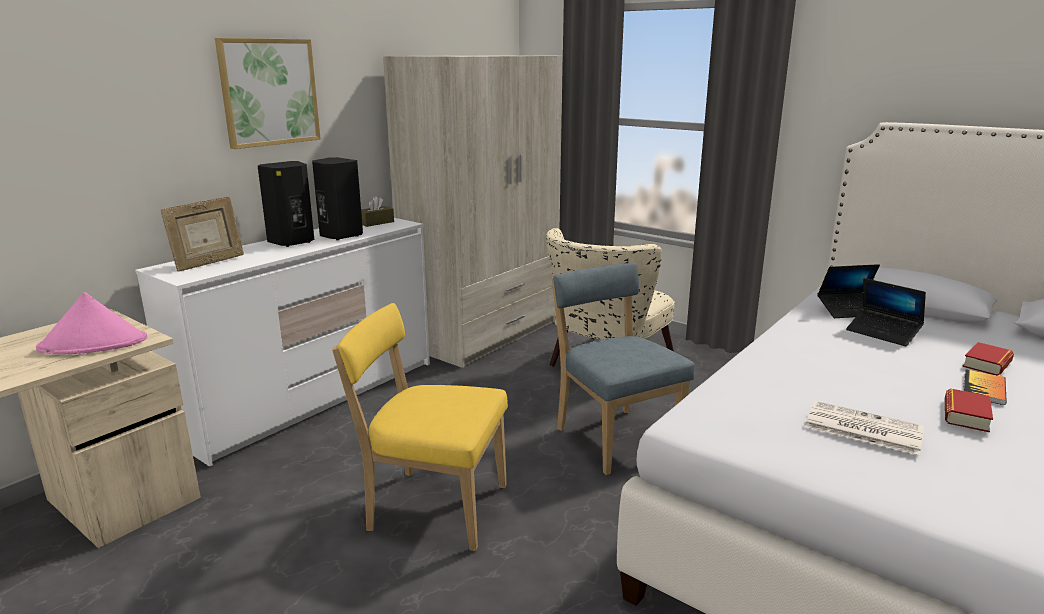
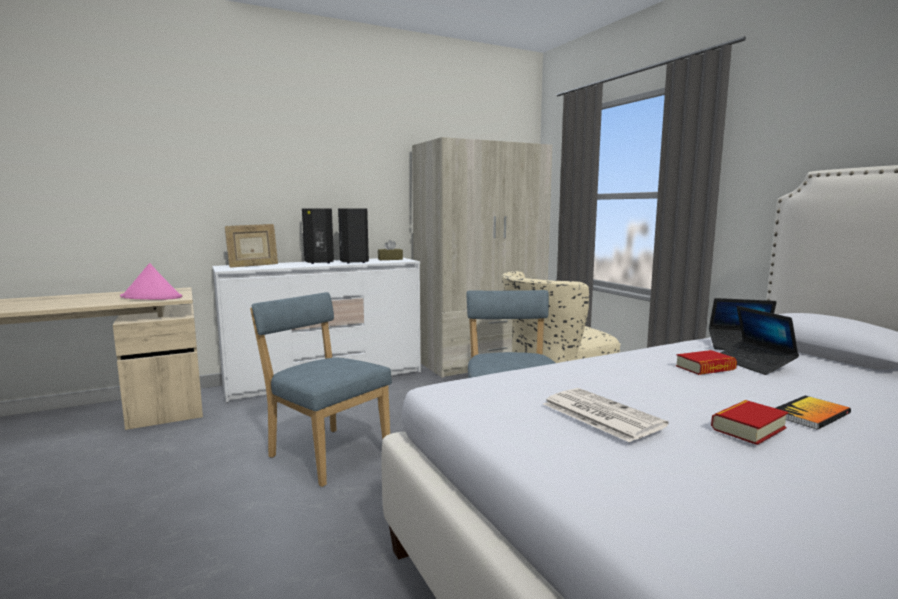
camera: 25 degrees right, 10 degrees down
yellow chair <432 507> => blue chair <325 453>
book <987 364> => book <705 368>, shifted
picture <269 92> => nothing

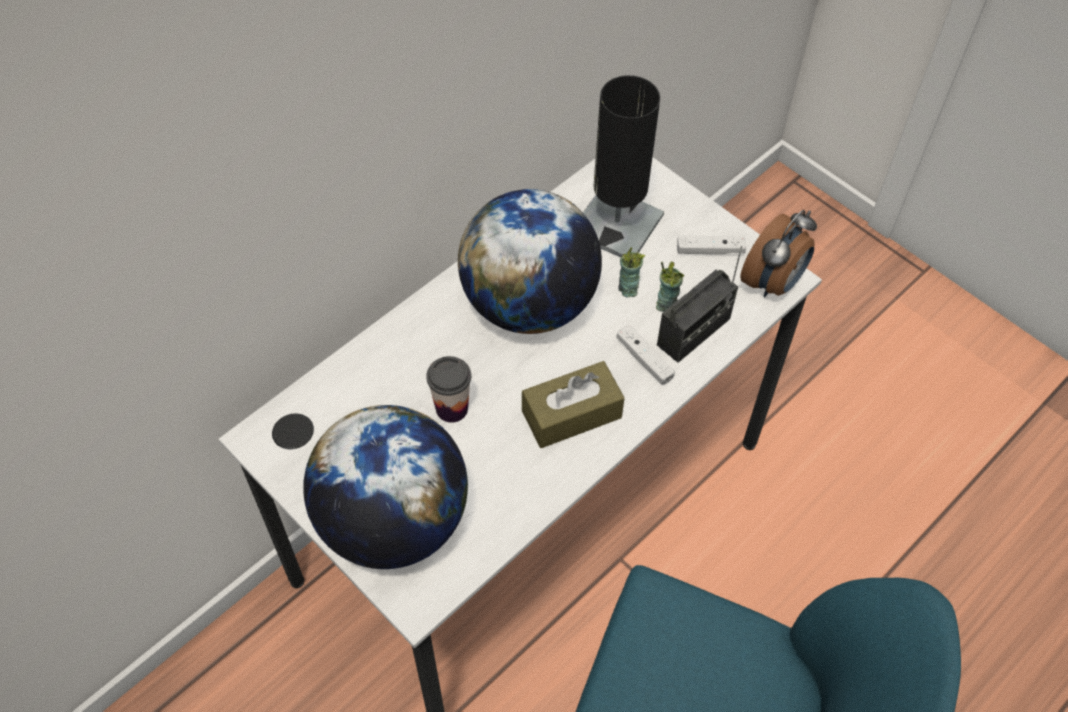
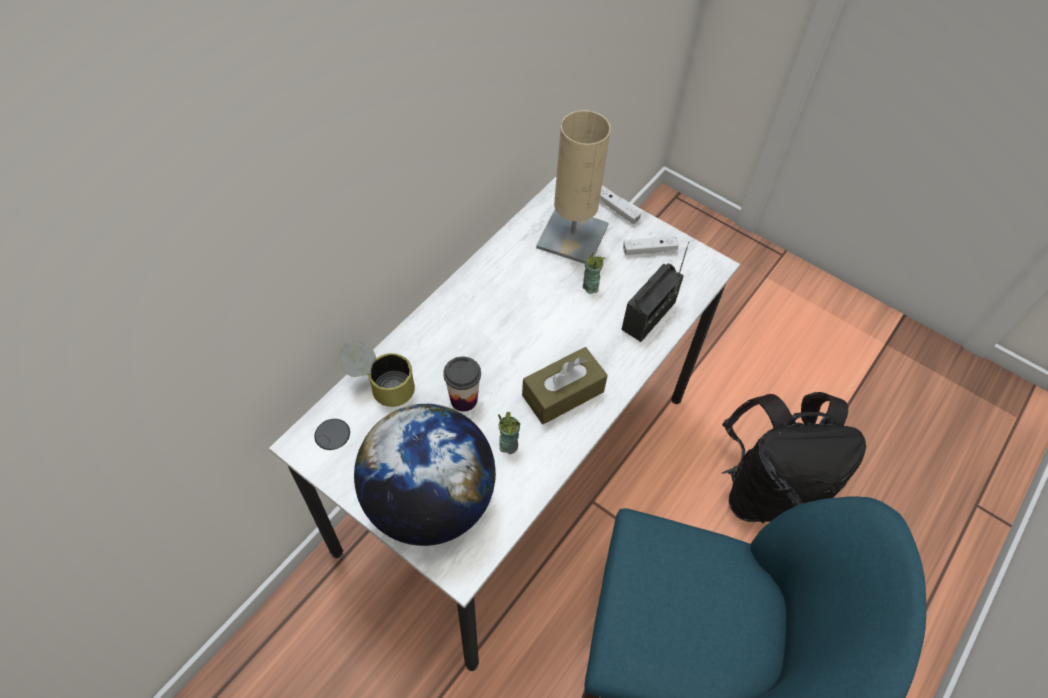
camera: 10 degrees left, 0 degrees up
nothing => can <380 385>
cup <666 305> => cup <508 445>, shifted
black table lamp <616 224> => beige table lamp <572 236>
white game controller <644 359> => white game controller <616 209>, shifted
nothing => black backpack <766 490>
globe <529 304> => nothing
alarm clock <773 282> => nothing

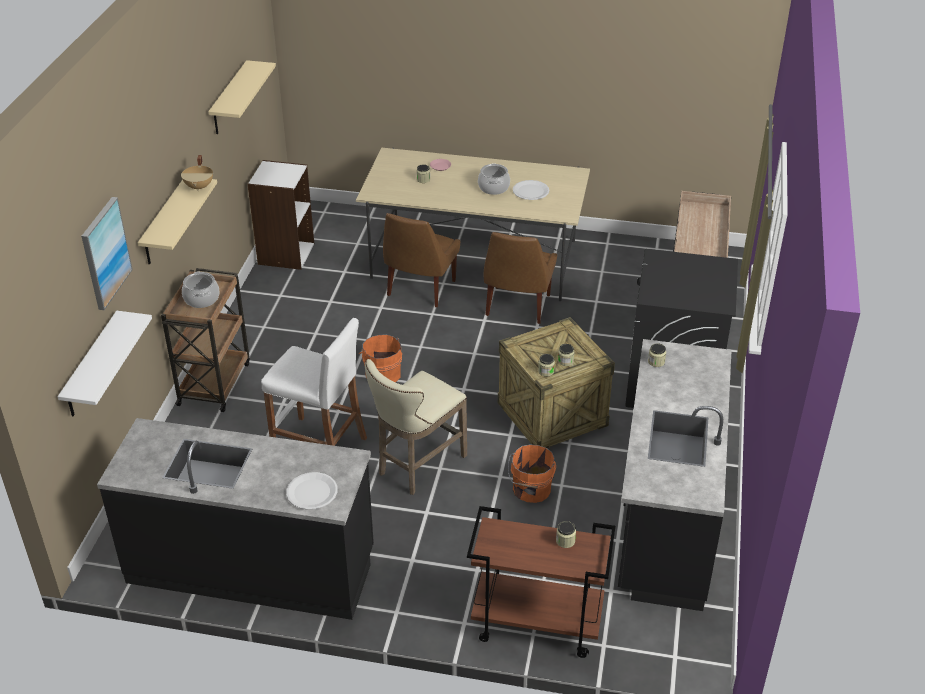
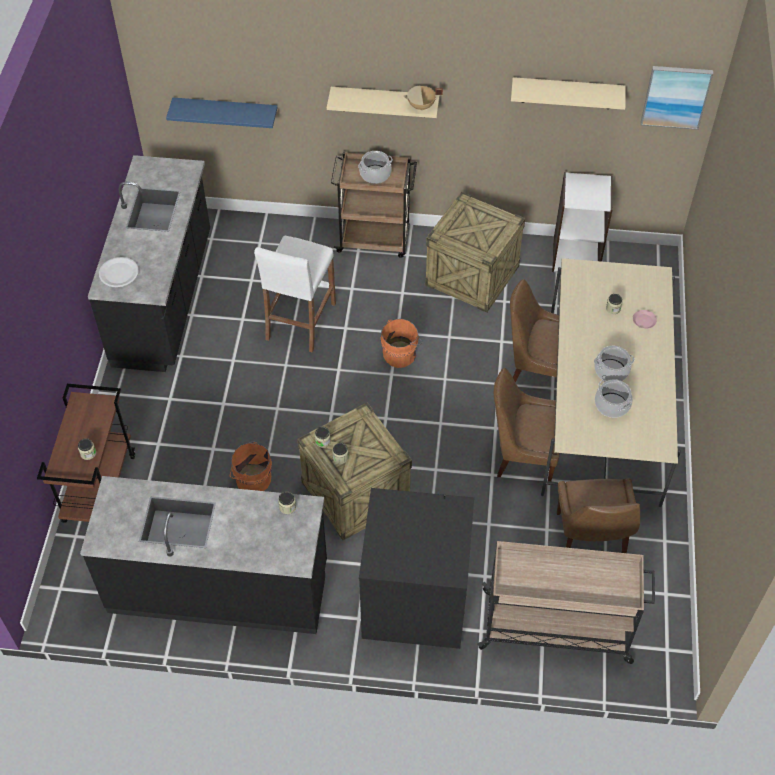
camera: 85 degrees right, 15 degrees up
white shelf <91 366> => blue shelf <226 112>
nothing => crate <472 275>
nothing => brown chair <591 538>
white plate <530 191> => cooking pot <611 405>
picture <105 253> => picture <675 96>, shifted
beige stool <417 466> => nothing

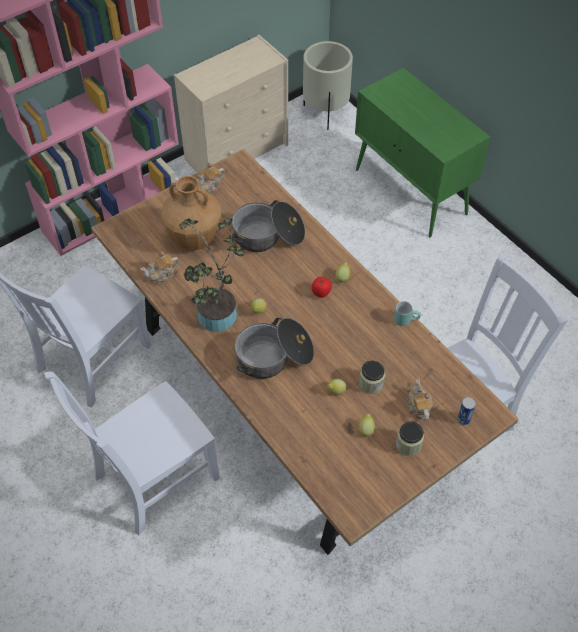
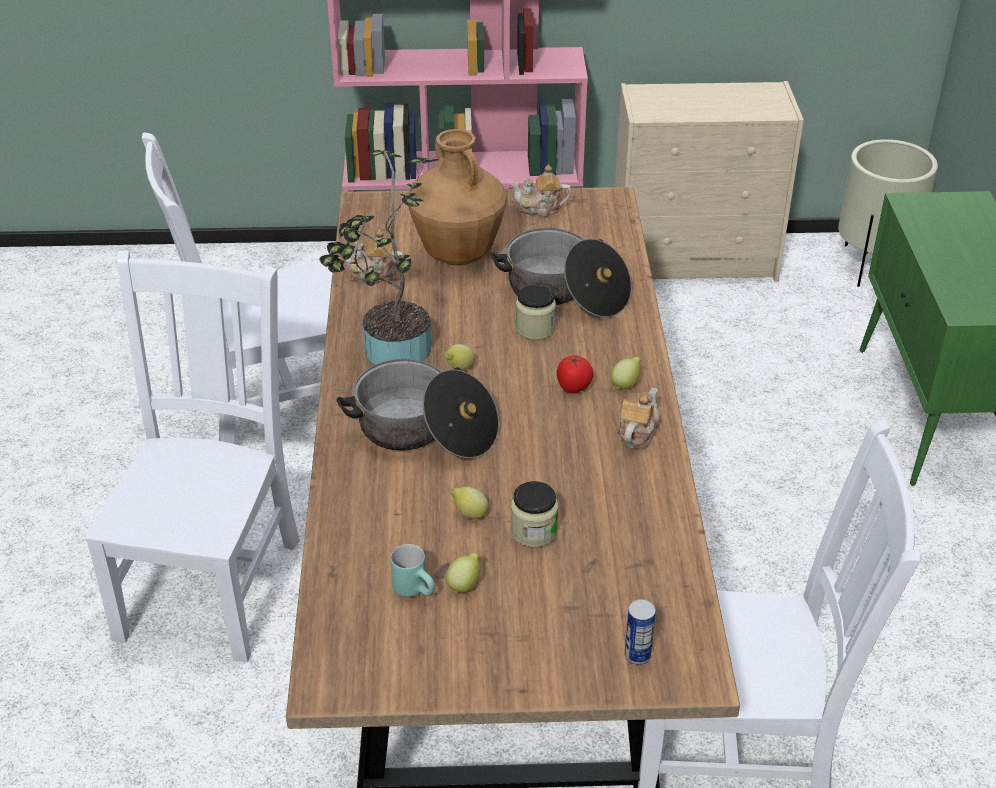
camera: 35 degrees right, 15 degrees down
white chair <153 479> => white chair <212 583>, 105 degrees clockwise
turquoise mug <406 319> => turquoise mug <417 589>, shifted
jar <408 444> => jar <535 329>, shifted
teapot <418 407> => teapot <637 433>, shifted

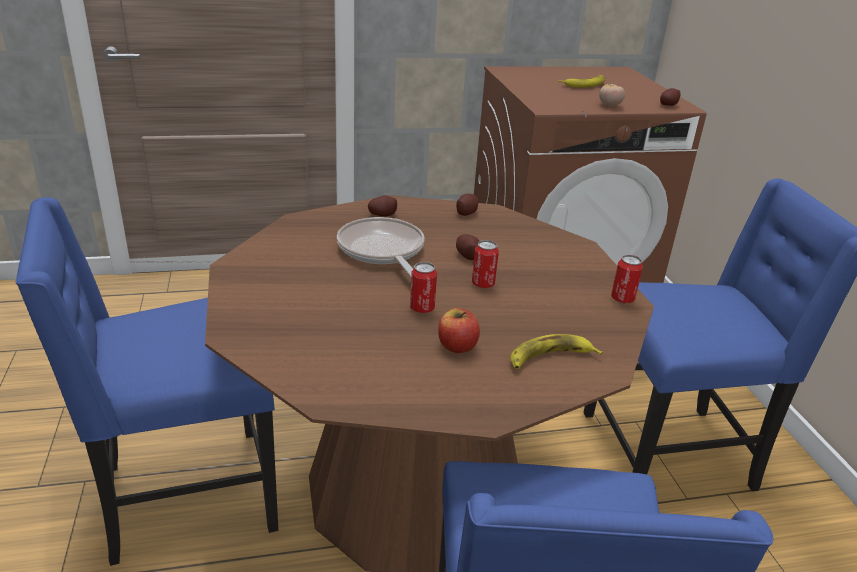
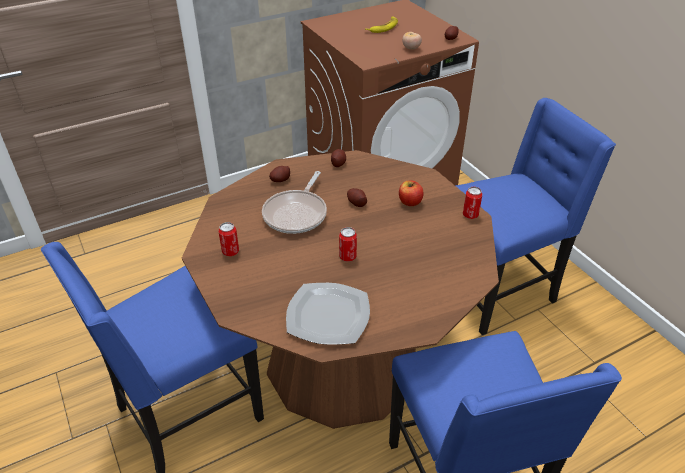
camera: 15 degrees left, 10 degrees up
can <483 284> => can <230 251>, shifted
frying pan <382 251> => frying pan <297 214>, 120 degrees counterclockwise
nothing => plate <329 316>
apple <457 346> => apple <410 202>, shifted
banana <550 358> => nothing

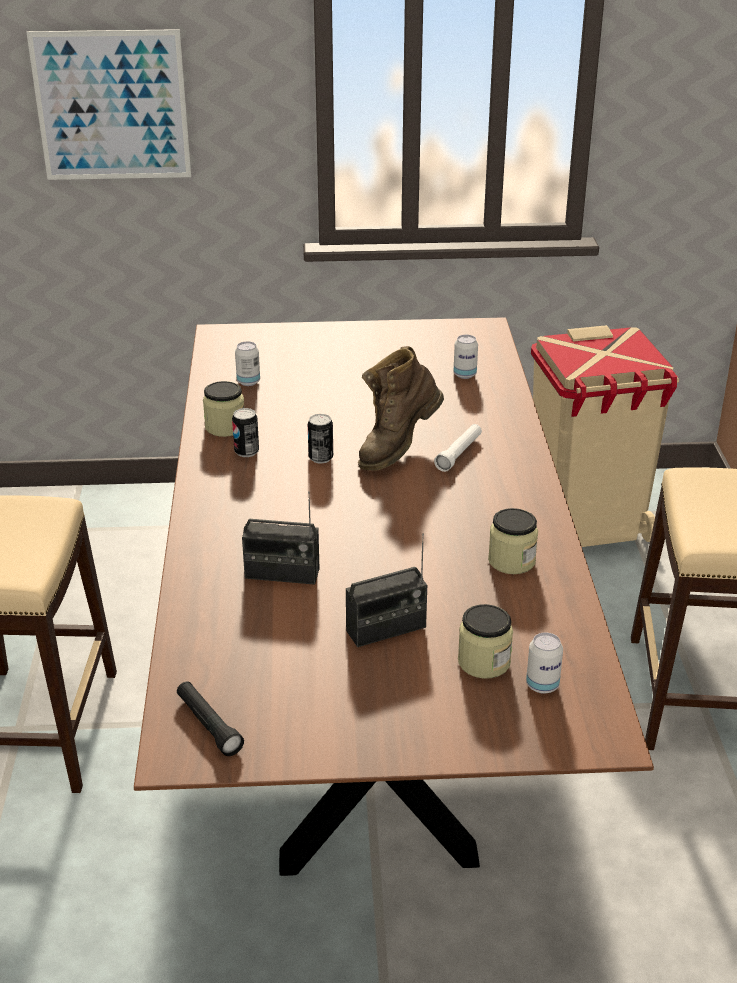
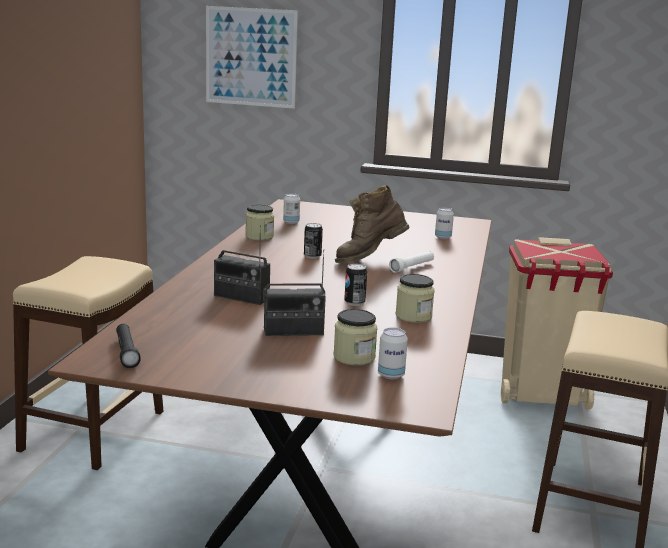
camera: 15 degrees right, 15 degrees down
can <246 452> => can <354 302>, shifted

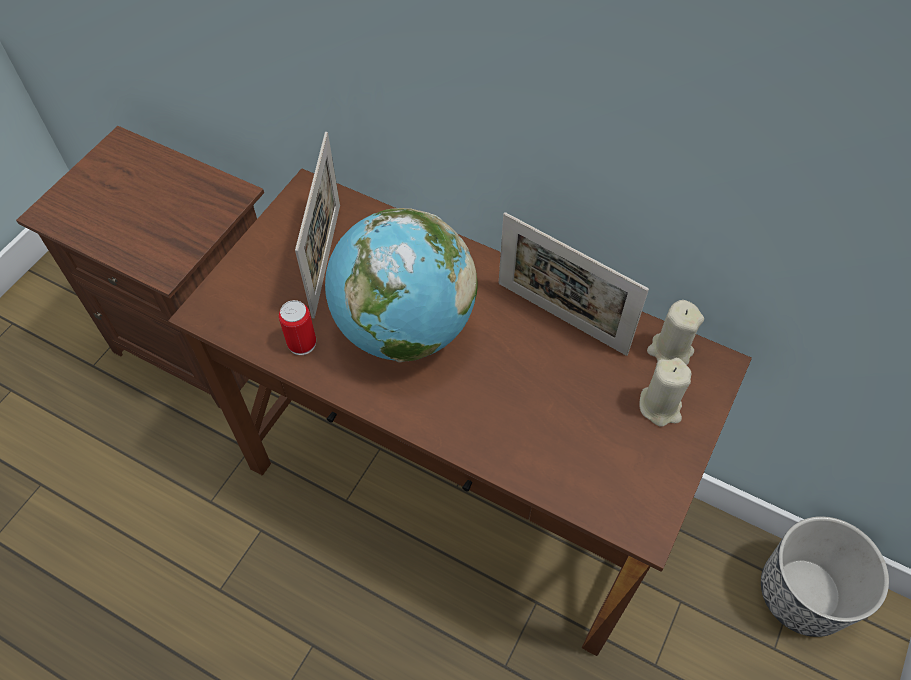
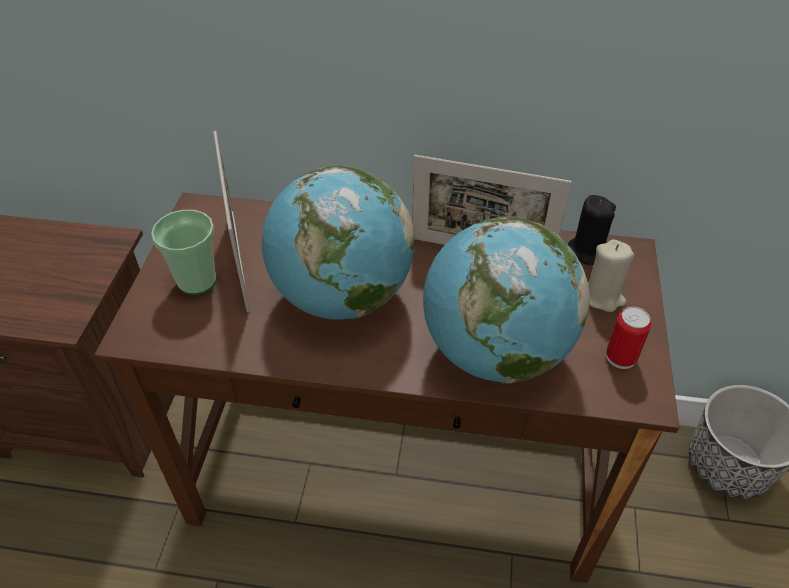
camera: 20 degrees left, 10 degrees down
nothing => cup <197 281>
nothing => globe <495 352>
beige candle <670 351> => black candle <586 252>
can <302 343> => can <621 357>, shifted

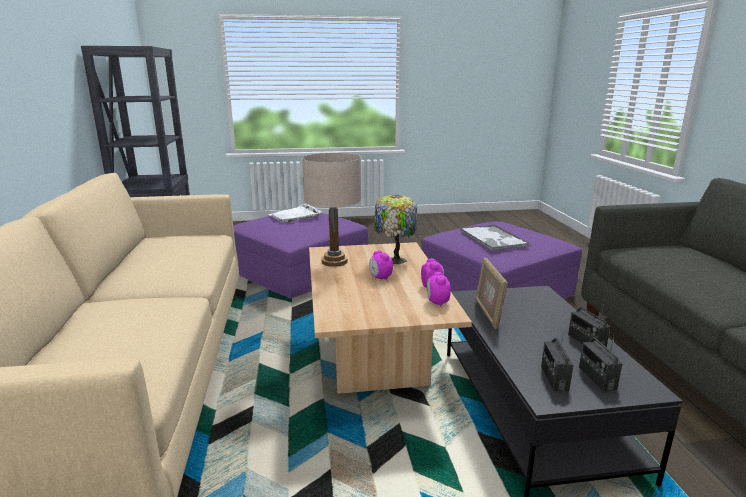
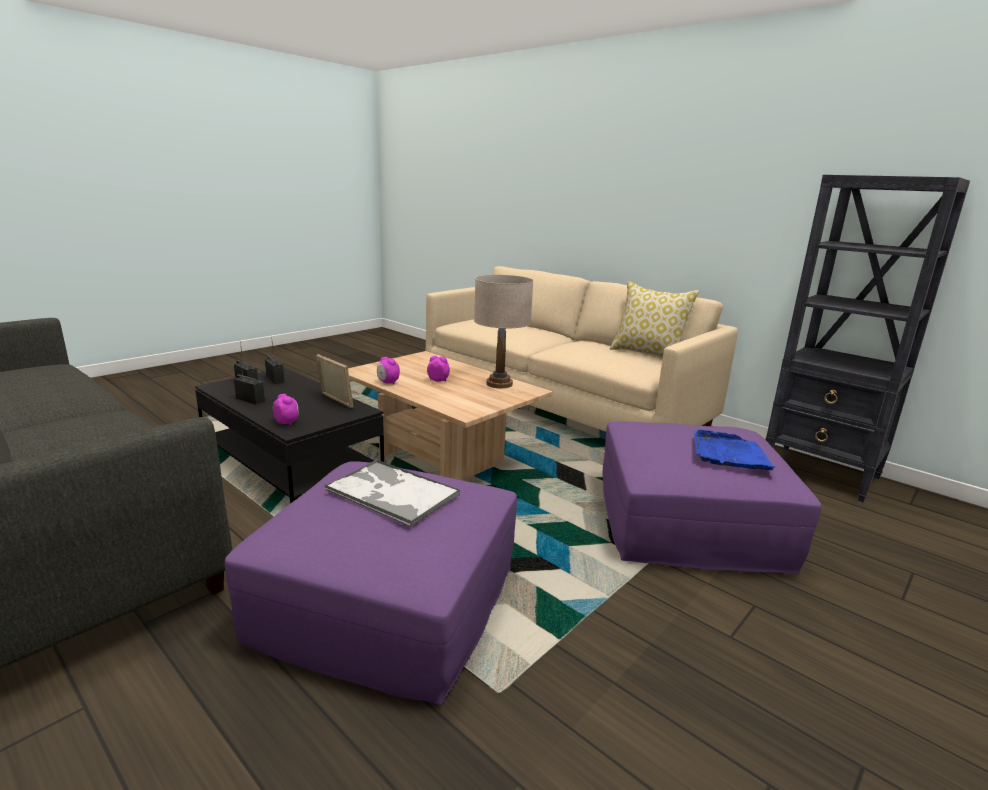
camera: 140 degrees right, 0 degrees up
alarm clock <437 302> => alarm clock <287 422>, shifted
nothing => pillow <648 354>
white tray <295 215> => blue tray <729 454>
table lamp <395 260> => nothing

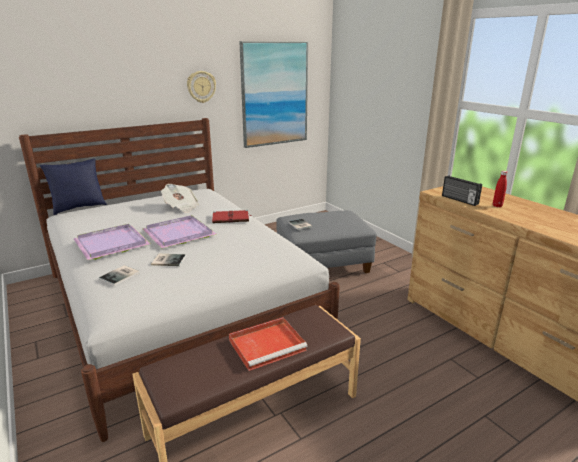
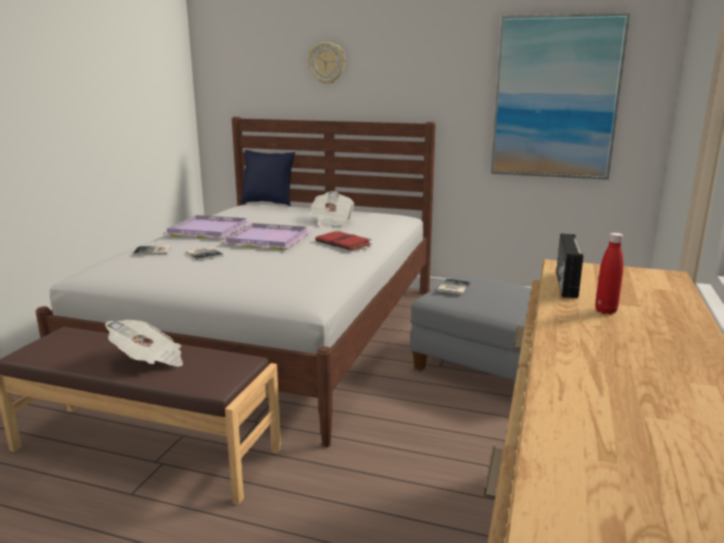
camera: 50 degrees right, 5 degrees down
red tray <268 344> => newspaper <149 361>
wall clock <201 86> => wall clock <327 63>, shifted

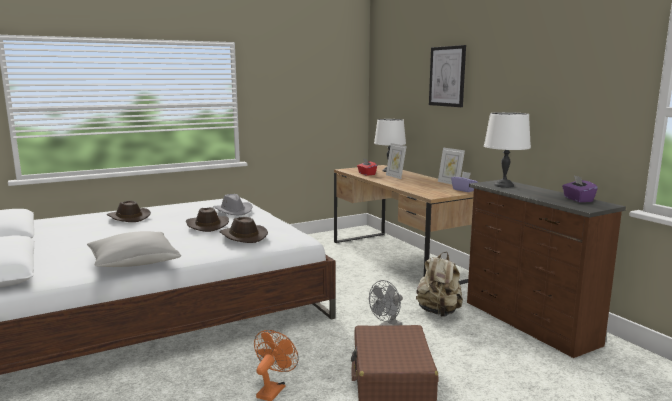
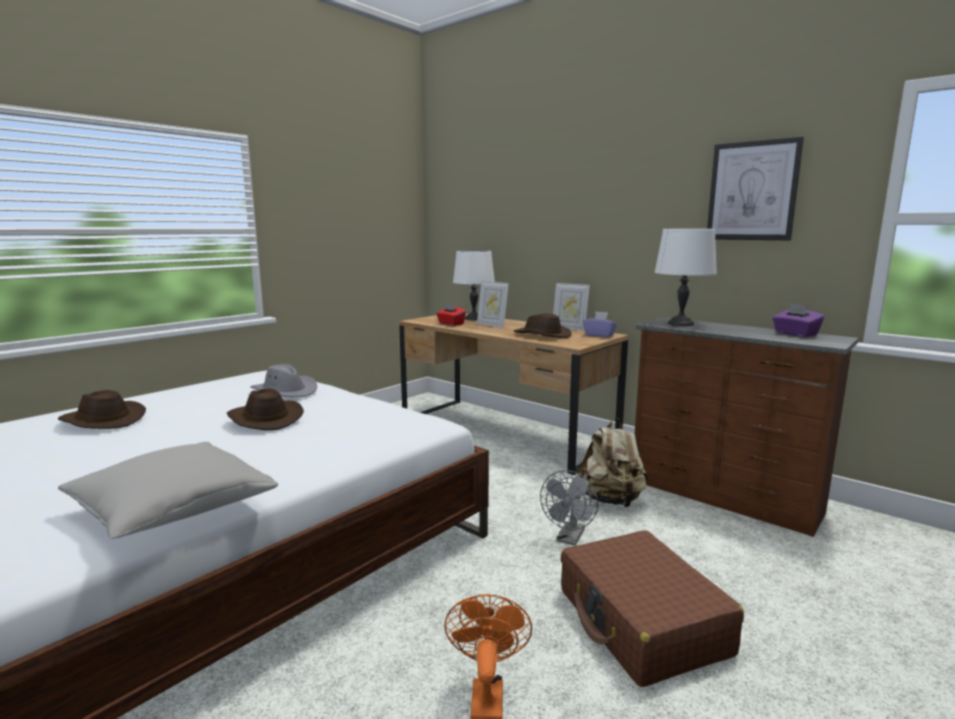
camera: 20 degrees left, 0 degrees up
brown hat <242 236> => brown hat <542 335>, shifted
picture <447 76> => picture <752 191>, shifted

